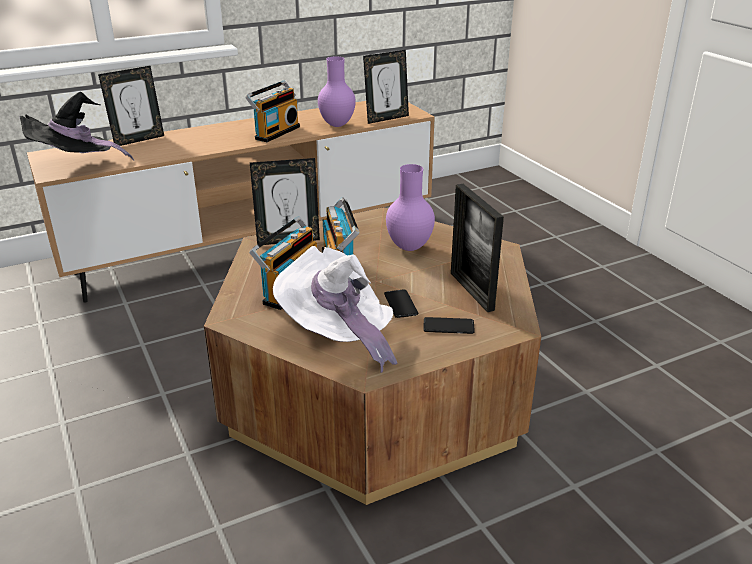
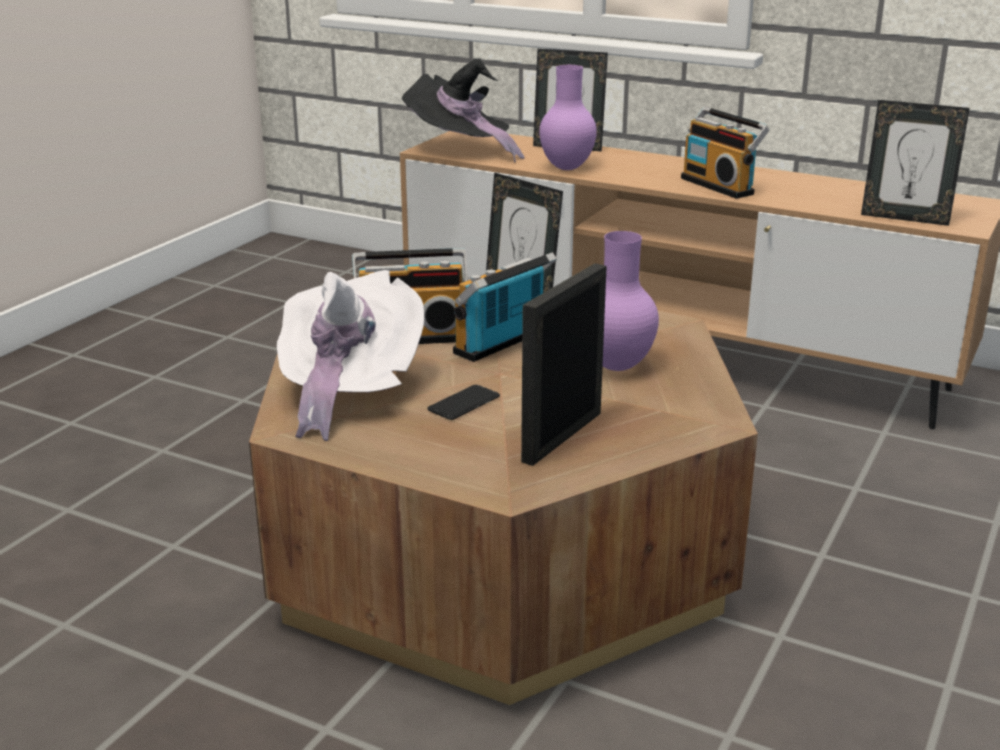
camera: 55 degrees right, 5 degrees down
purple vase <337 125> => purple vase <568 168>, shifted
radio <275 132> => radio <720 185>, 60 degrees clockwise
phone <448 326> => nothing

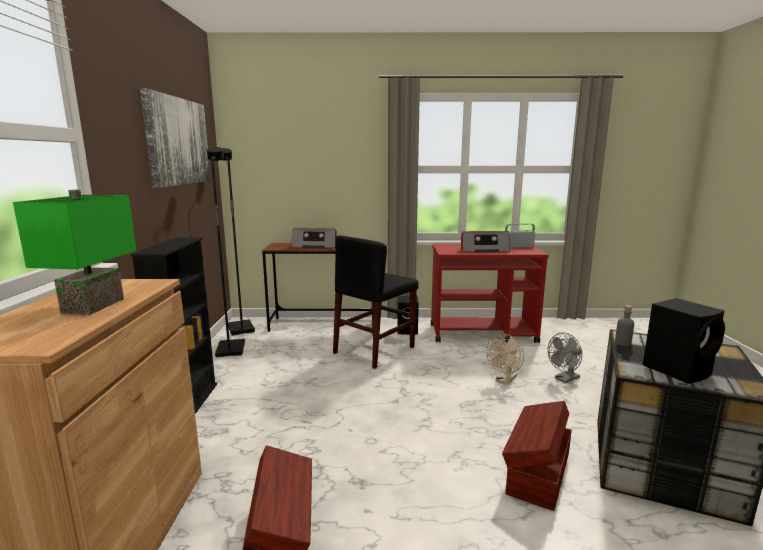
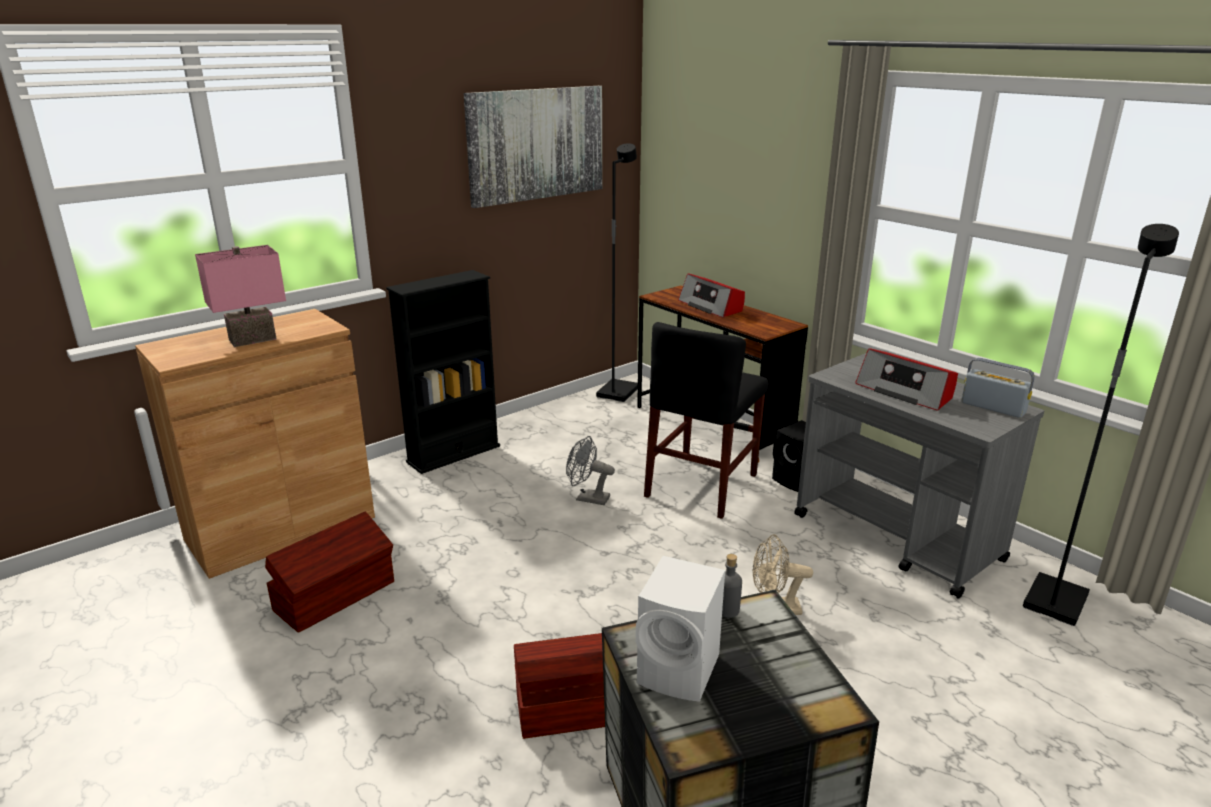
camera: 50 degrees right, 10 degrees up
green table lamp <91 305> => pink table lamp <252 338>
grey fan <564 379> => grey fan <587 498>, shifted
black speaker <678 370> => white speaker <681 671>
black chair <374 350> => black chair <702 485>, 60 degrees counterclockwise
red cart <483 333> => grey cart <898 538>
black floor lamp <229 349> => black floor lamp <1053 600>, shifted

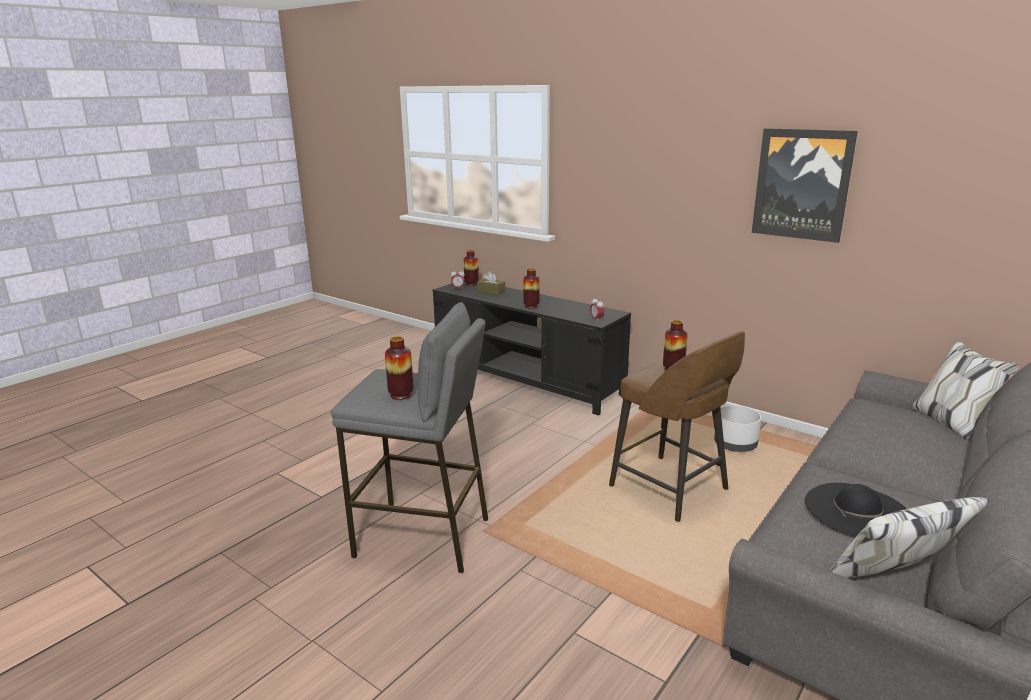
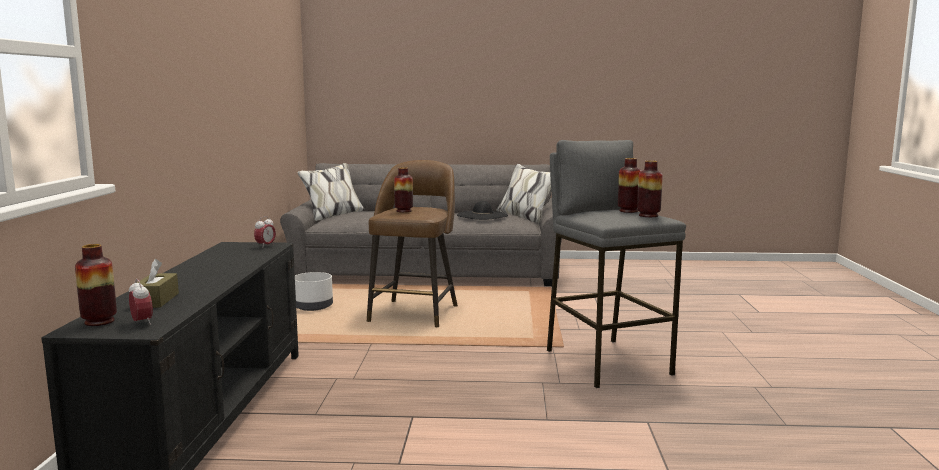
camera: 125 degrees left, 10 degrees down
vase <531 306> => vase <648 215>, shifted
picture <802 184> => nothing

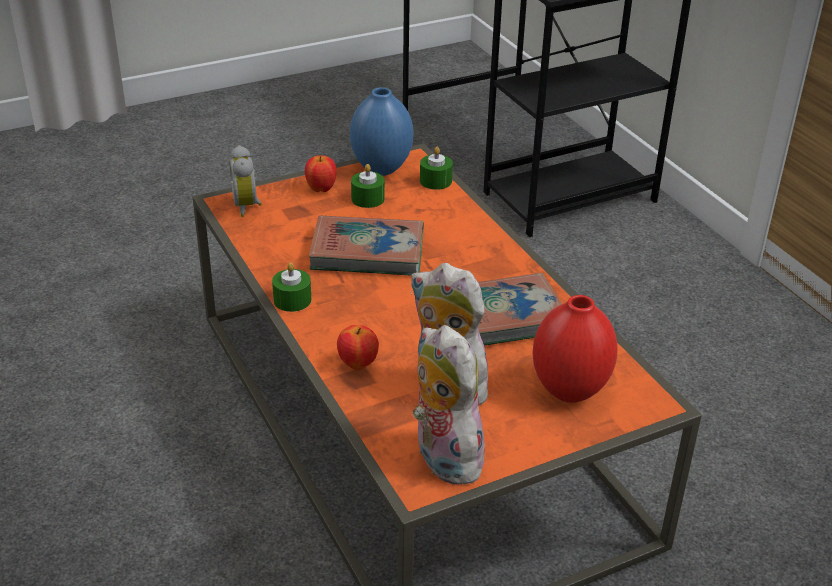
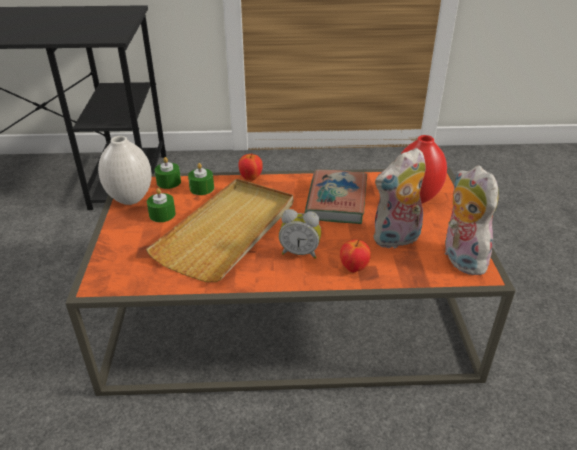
camera: 65 degrees left, 0 degrees up
blue vase <381 169> => white vase <131 199>
book <367 252> => beige tray <228 231>
green candle <292 300> => green candle <202 188>, shifted
apple <321 189> => apple <251 178>, shifted
alarm clock <248 206> => alarm clock <300 252>, shifted
plush toy <442 457> => plush toy <460 258>, 75 degrees clockwise

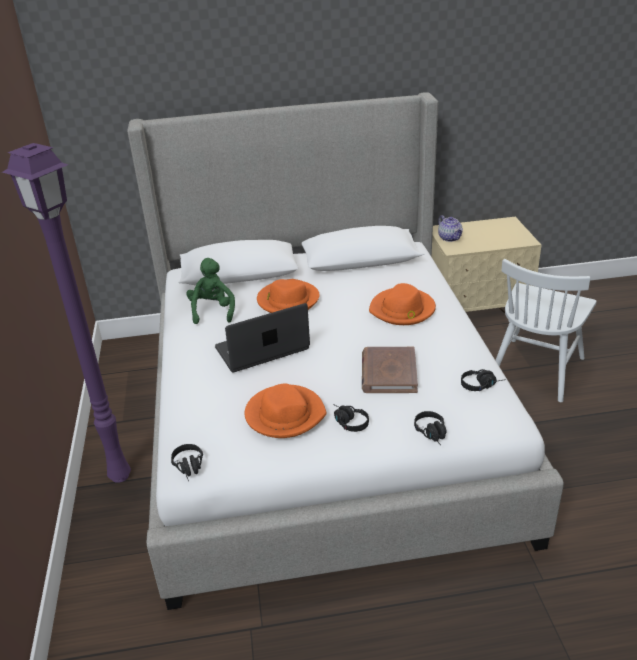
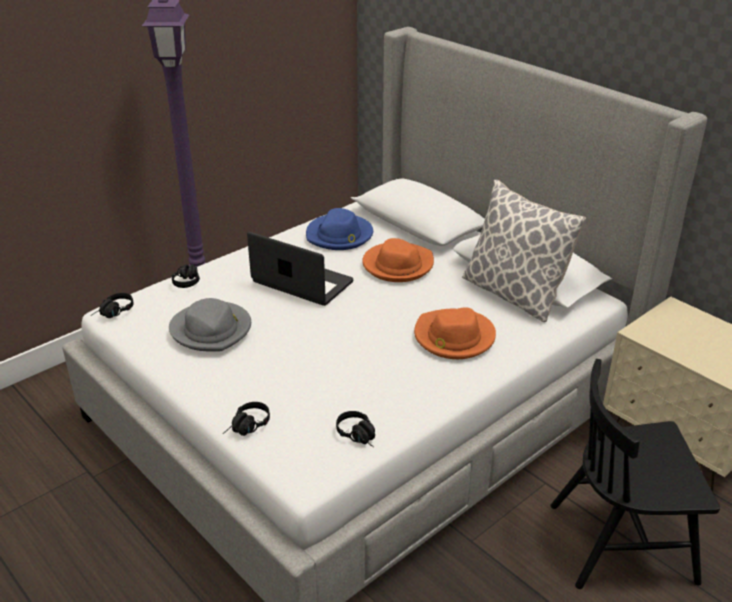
camera: 55 degrees right, 0 degrees up
orange hat <284 414> => grey hat <211 330>
black headphones <347 422> => black headphones <188 280>, shifted
green plush toy <213 311> => blue hat <339 235>
nothing => pillow <513 294>
white chair <536 369> => black chair <622 542>
brown book <388 373> => nothing
teapot <450 238> => nothing

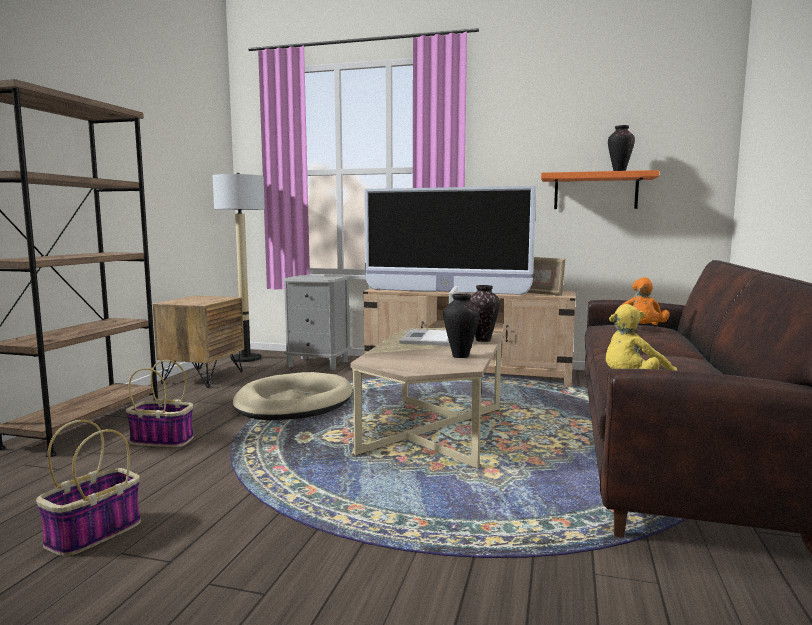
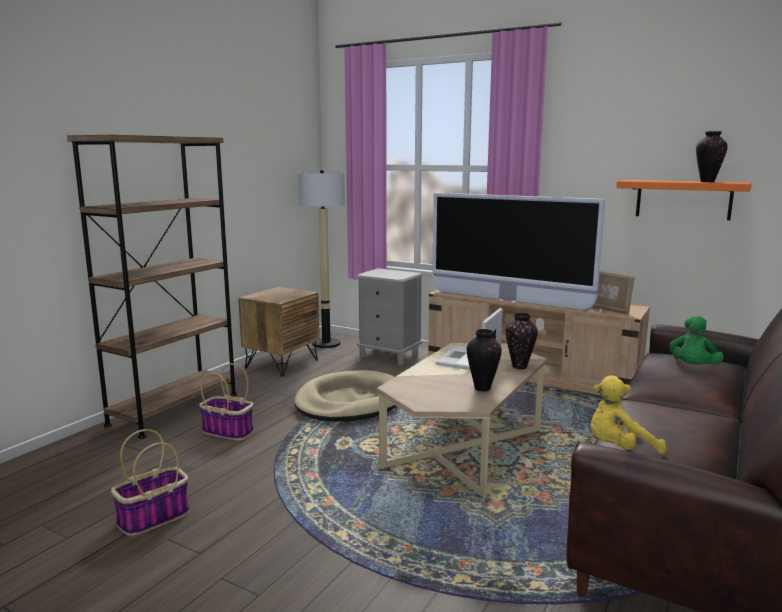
camera: 15 degrees right, 5 degrees up
orange plush toy <641 329> => green plush toy <693 368>

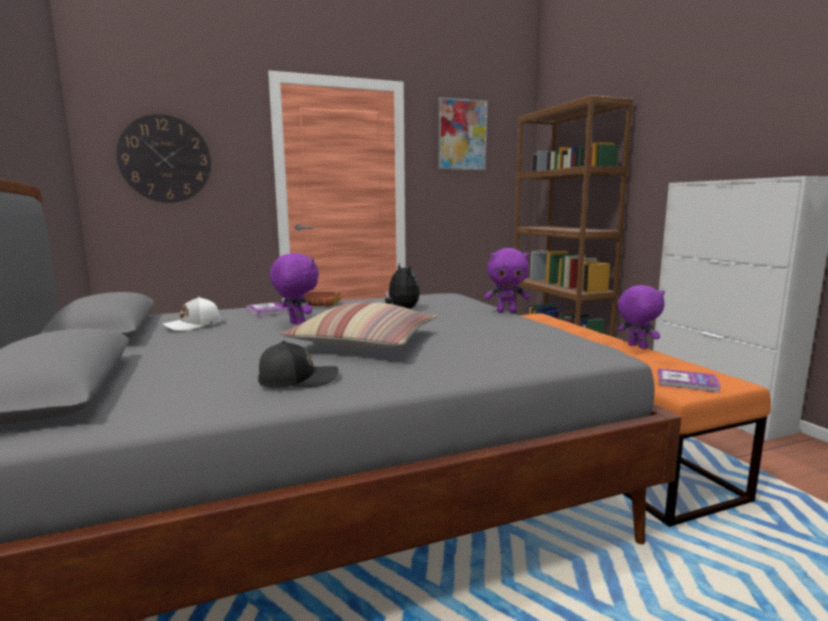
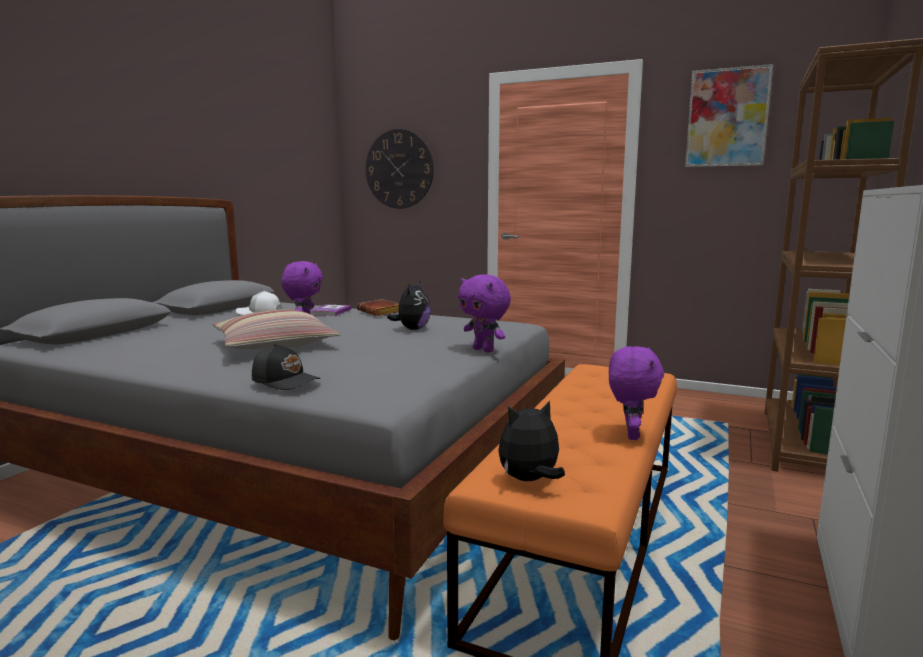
camera: 45 degrees right, 0 degrees up
black cap <297 379> => black cap <286 381>, shifted
book <687 382> => plush toy <530 480>

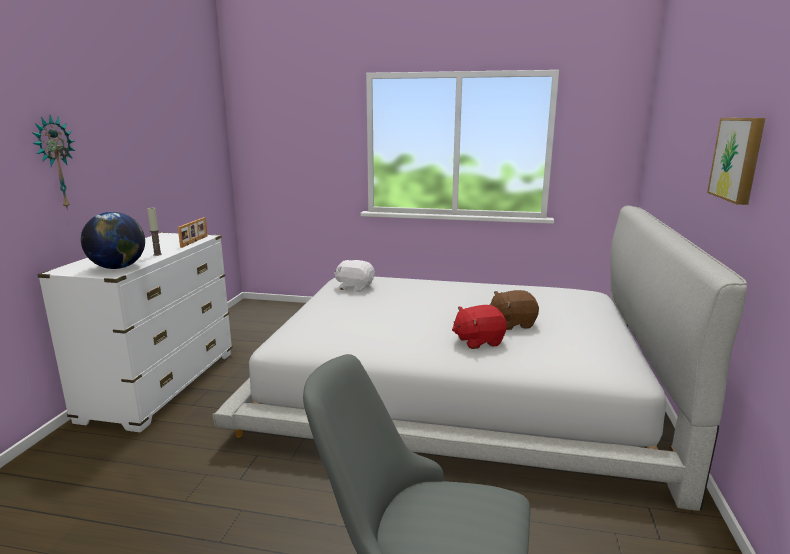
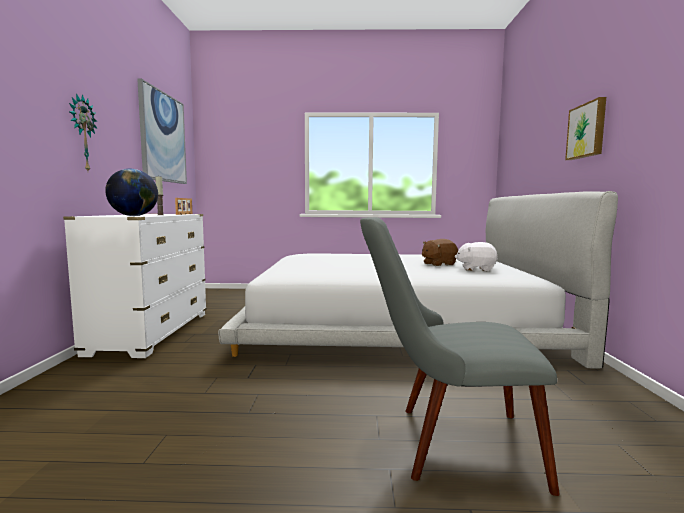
camera: 10 degrees left, 10 degrees down
nothing => picture <163 137>
white plush toy <355 287> => white plush toy <476 269>, shifted
red plush toy <478 341> => nothing

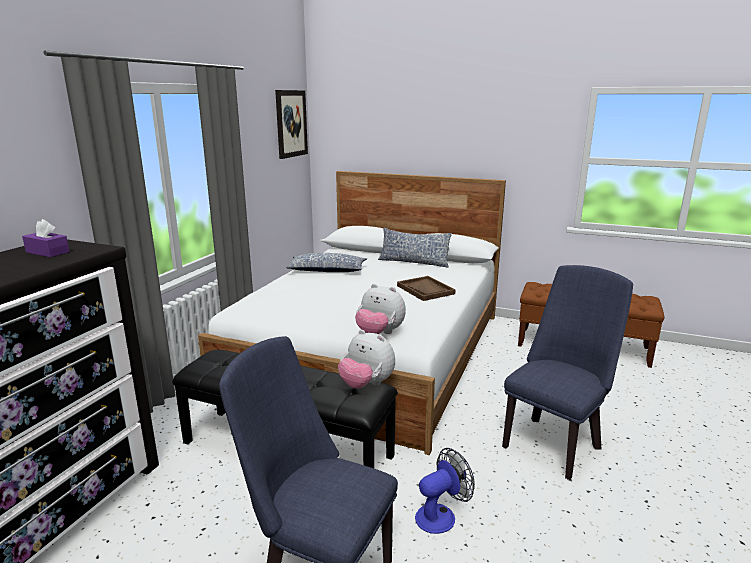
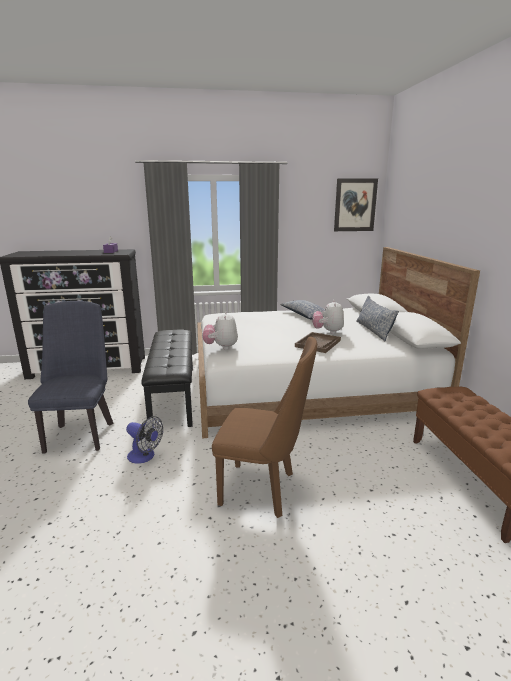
camera: 60 degrees right, 0 degrees up
blue chair <554 443> => brown chair <264 490>
plush toy <366 385> => plush toy <328 332>, shifted

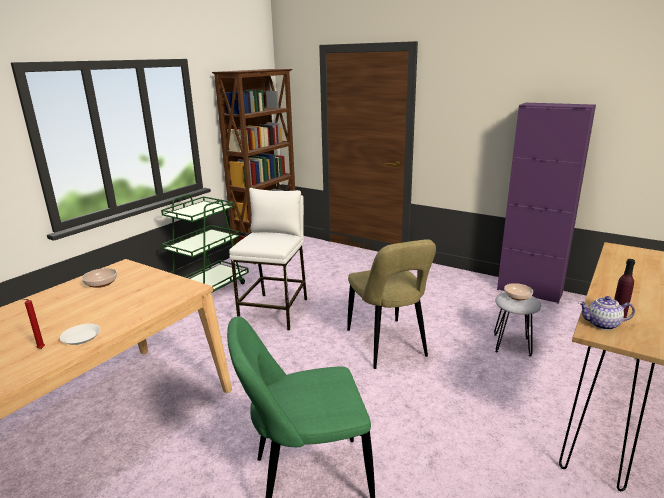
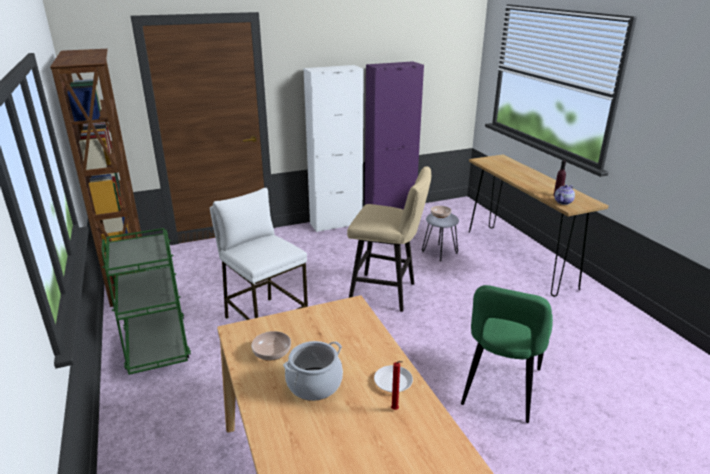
camera: 55 degrees left, 5 degrees up
nothing => cooking pot <314 384>
nothing => white cabinet <336 224>
beige chair <387 345> => beige stool <387 293>

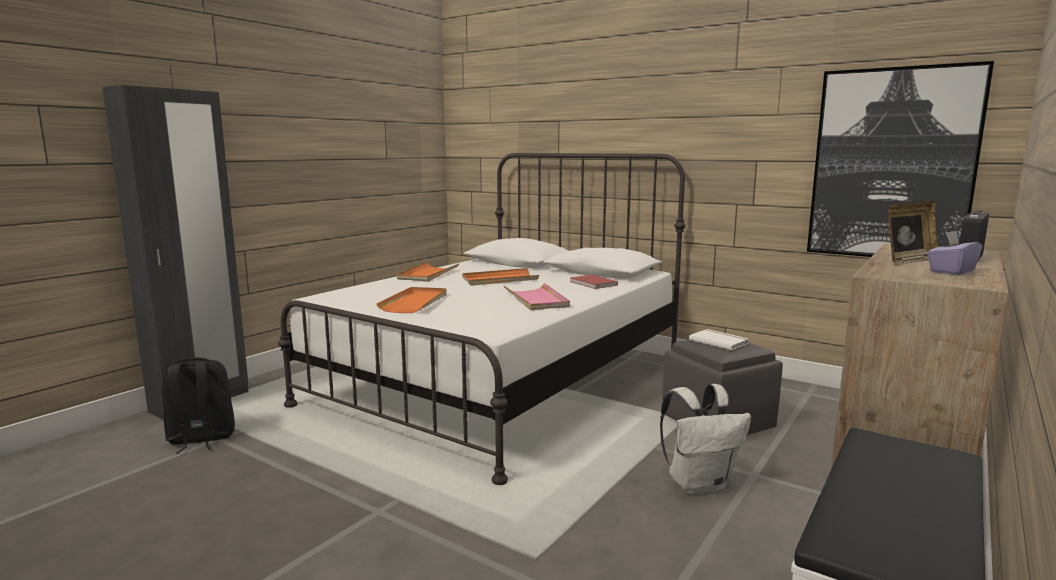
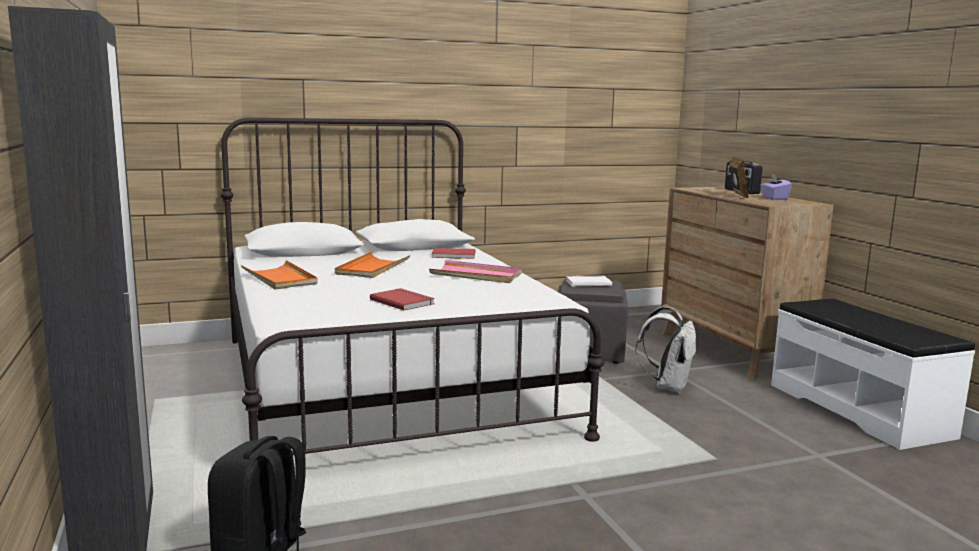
camera: 55 degrees left, 0 degrees up
orange tray <415 302> => red book <403 301>
picture <892 165> => nothing

